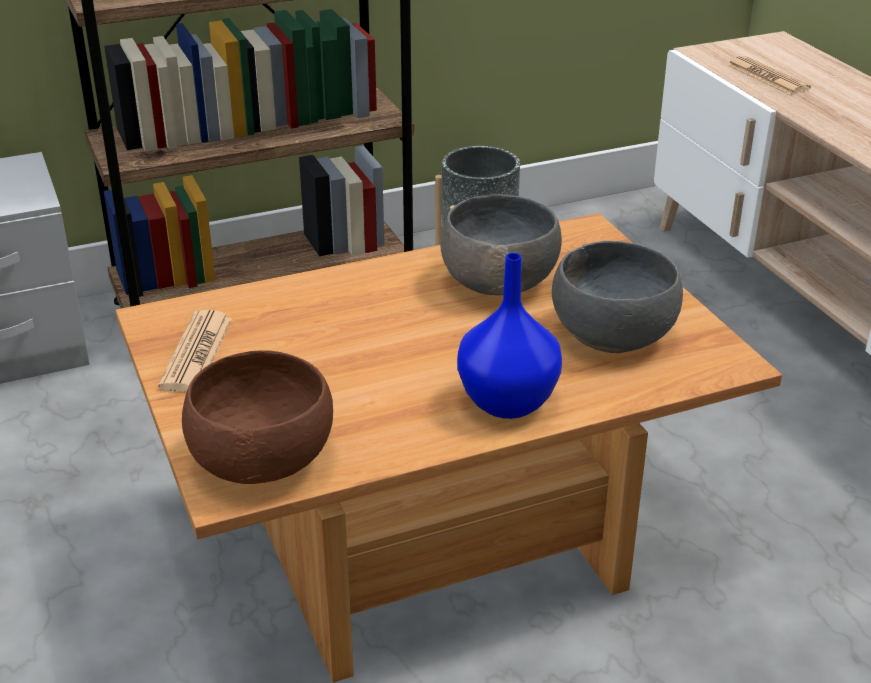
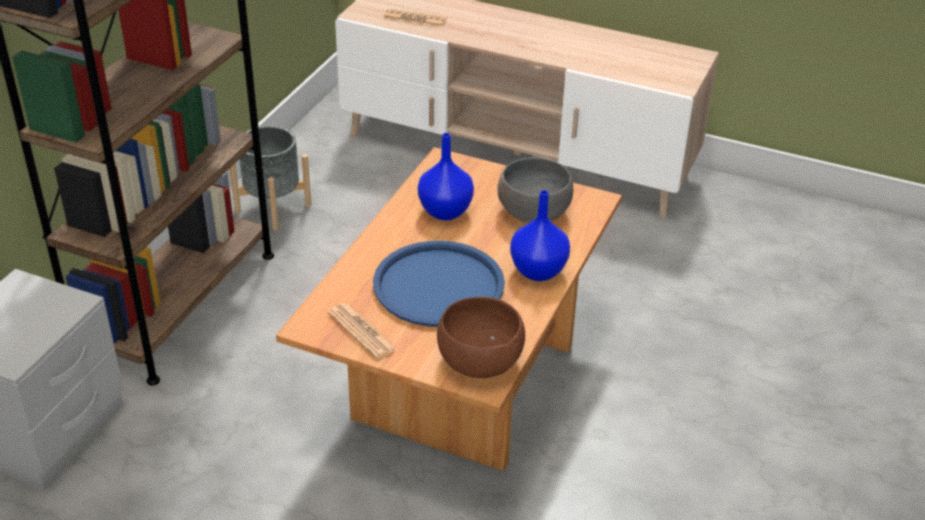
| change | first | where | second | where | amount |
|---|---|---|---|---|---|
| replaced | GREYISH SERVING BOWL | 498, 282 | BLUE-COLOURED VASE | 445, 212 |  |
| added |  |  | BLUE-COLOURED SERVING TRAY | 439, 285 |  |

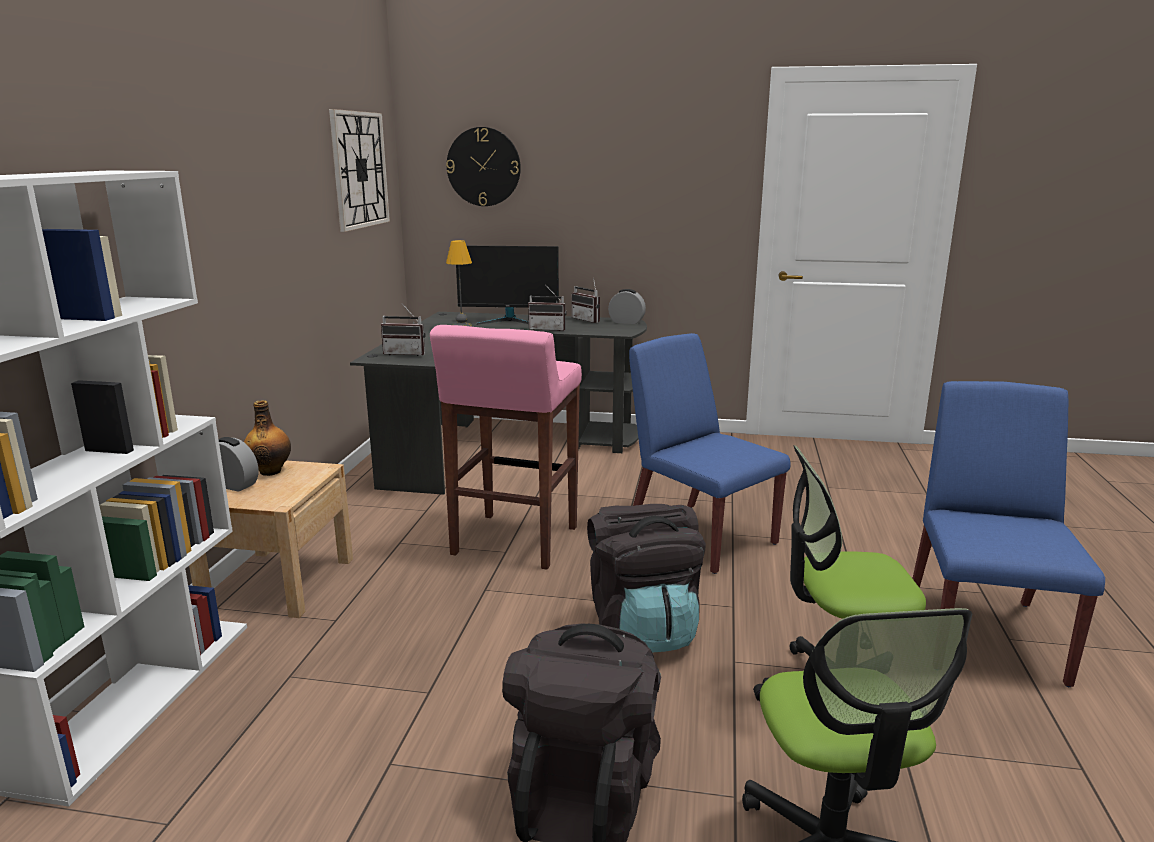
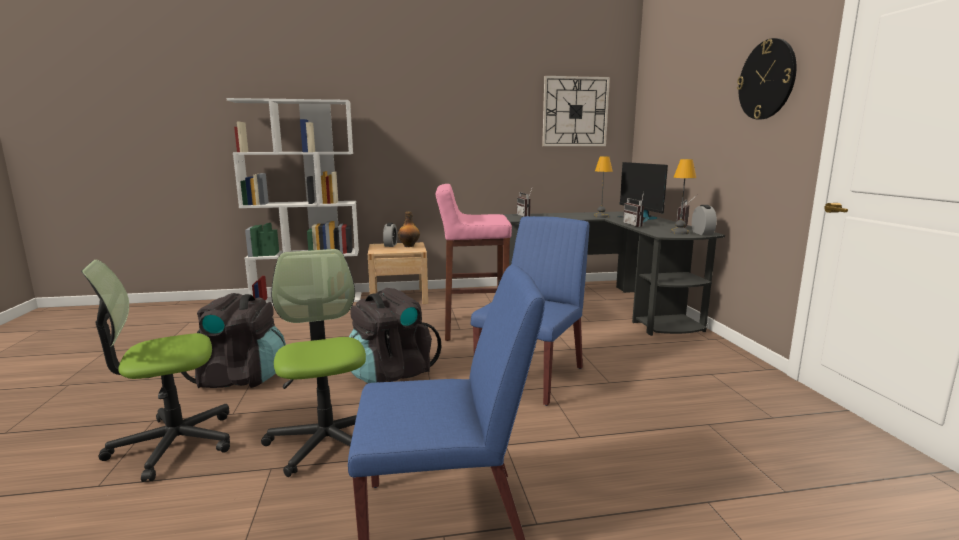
| change | first | where | second | where | amount |
|---|---|---|---|---|---|
| moved | WALL CLOCK | 483, 167 |  | 767, 79 |  |
| added |  |  | TABLETOP LAMP | 678, 232 |  |

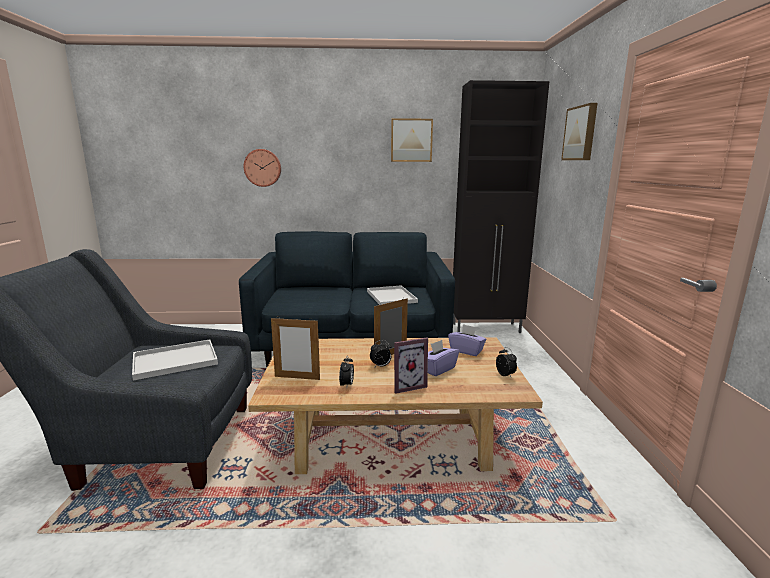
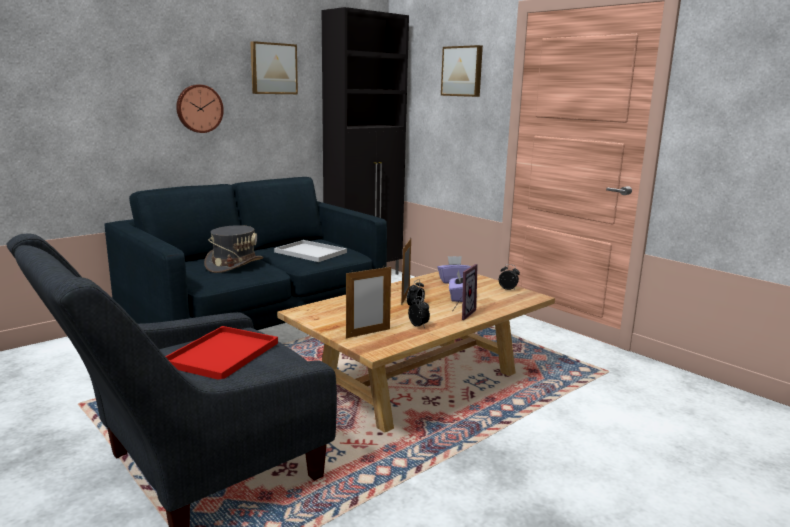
| change | first | where | second | where | amount |
|---|---|---|---|---|---|
| moved | WALL CLOCK | 263, 168 |  | 199, 108 |  |
| recoloured | WHITE SERVING TRAY | 177, 360 | RED-COLOURED SERVING TRAY | 222, 353 |  |
| added |  |  | GREYISH CLOTHING HAT | 234, 265 |  |

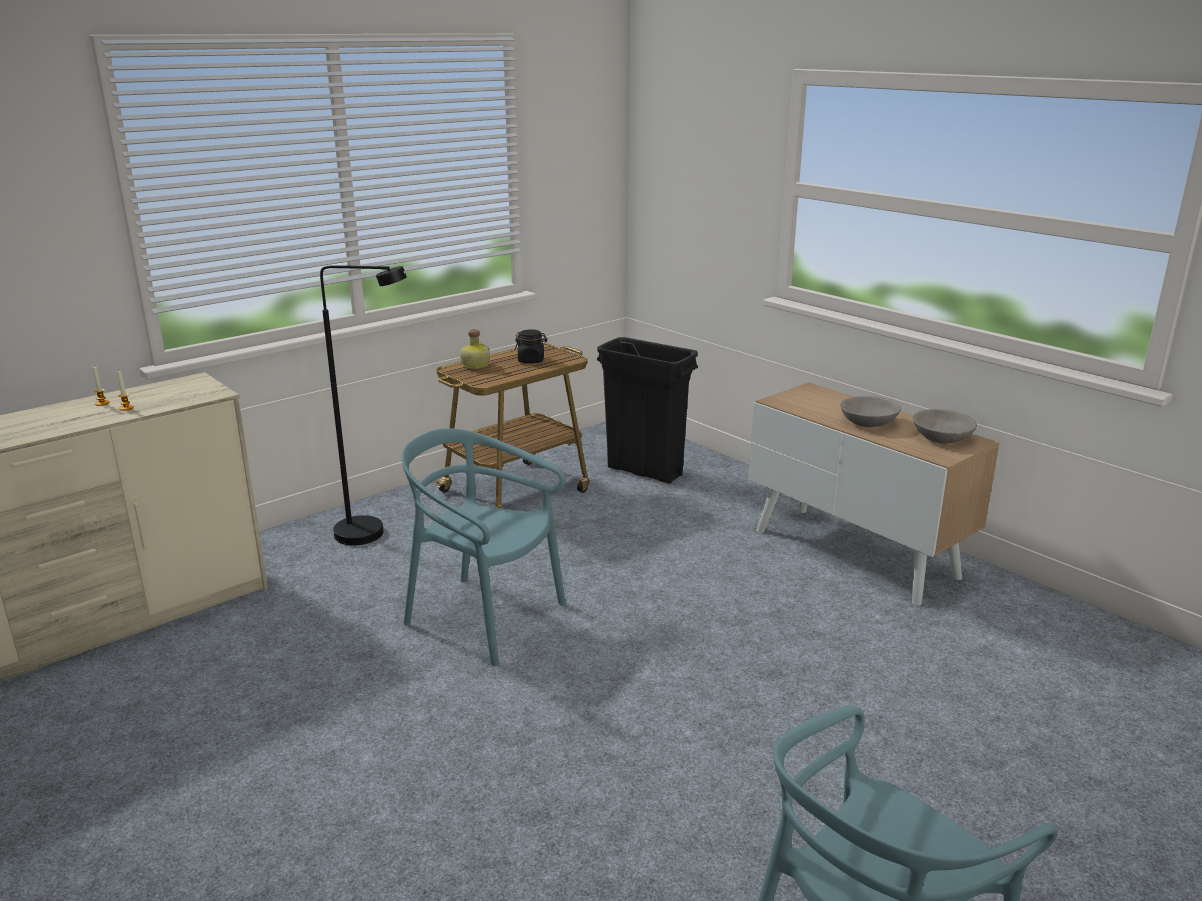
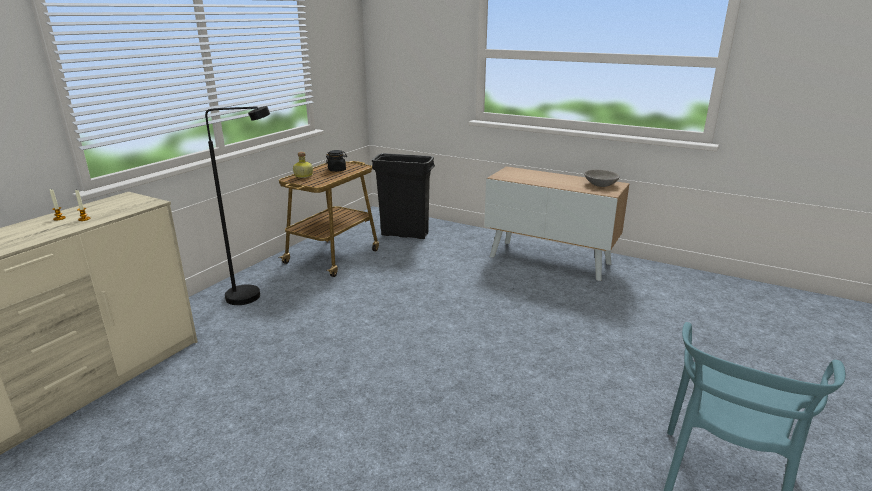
| change | first | where | second | where | amount |
|---|---|---|---|---|---|
| removed | GREYISH SERVING BOWL | 868, 422 |  |  |  |
| removed | TURQUOISE-COLOURED UPRIGHT CHAIR | 484, 618 |  |  |  |

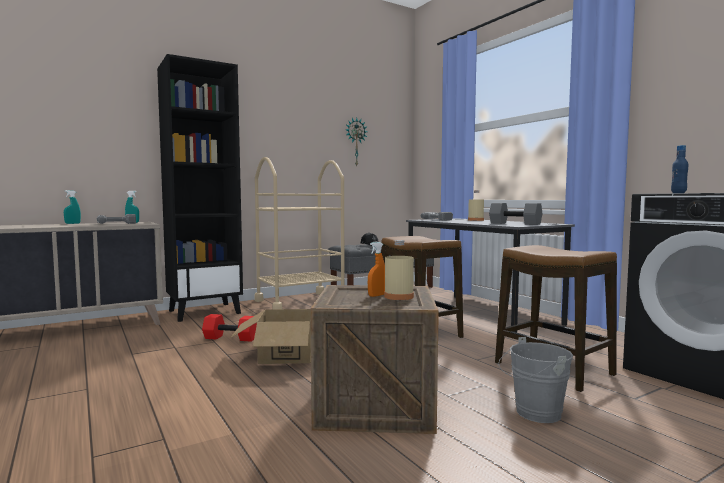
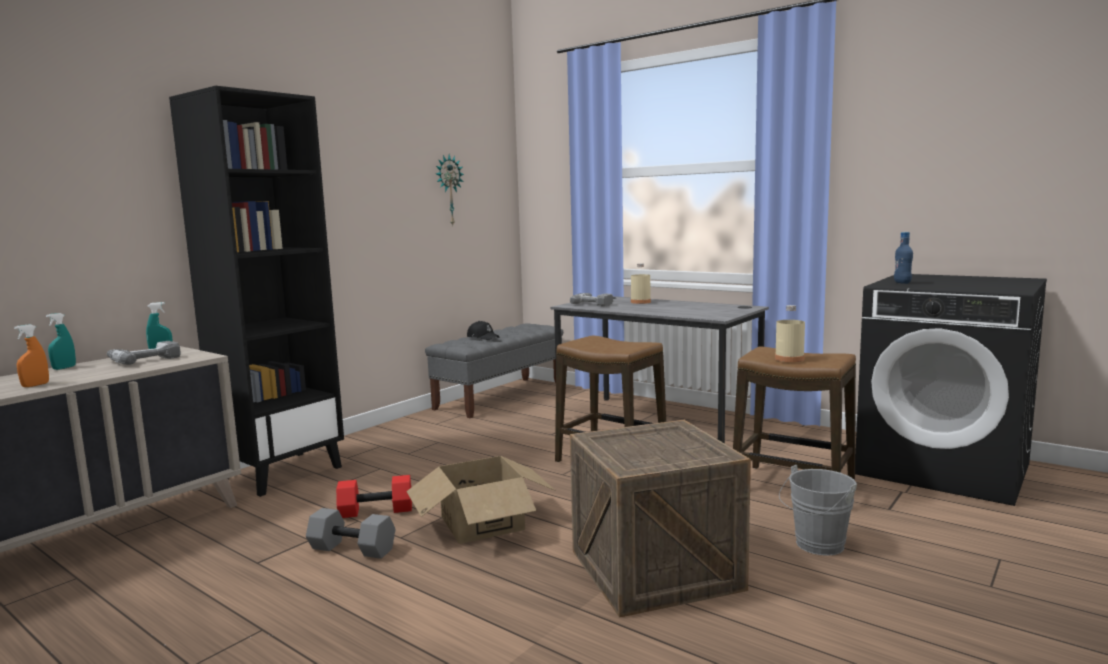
| change | first | where | second | where | amount |
|---|---|---|---|---|---|
| removed | BEIGE-COLOURED WHEELED CART | 300, 302 |  |  |  |
| moved | GREYISH FREE WEIGHT | 514, 224 |  | 350, 549 |  |
| moved | BEIGE-COLOURED DRINK BOTTLE | 399, 296 |  | 789, 359 |  |
| moved | ORANGEY HAND SPRAYER | 376, 295 |  | 35, 385 |  |

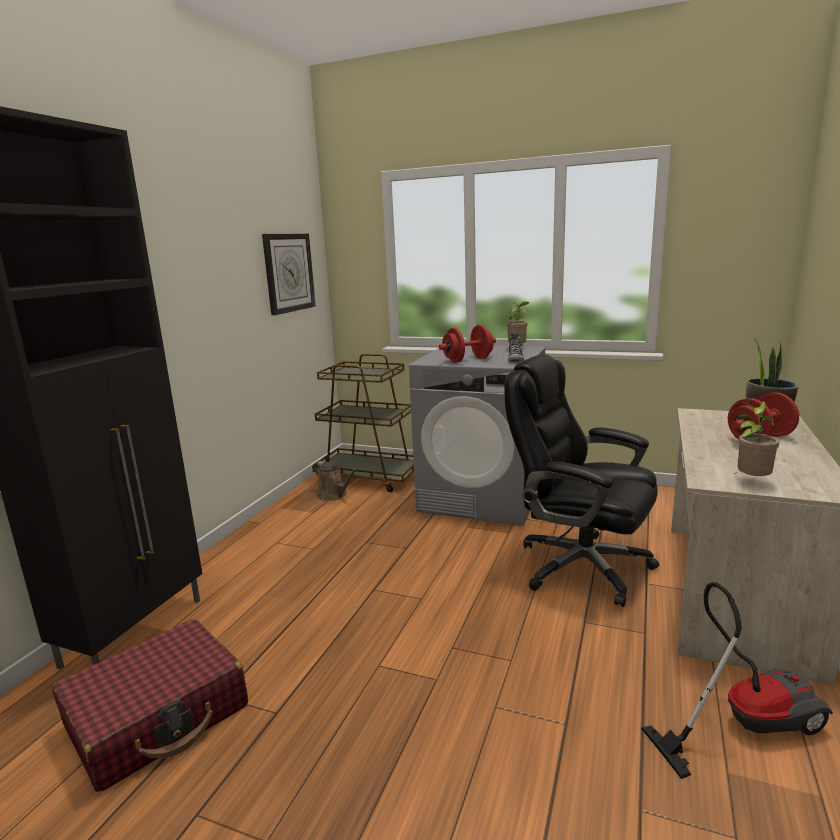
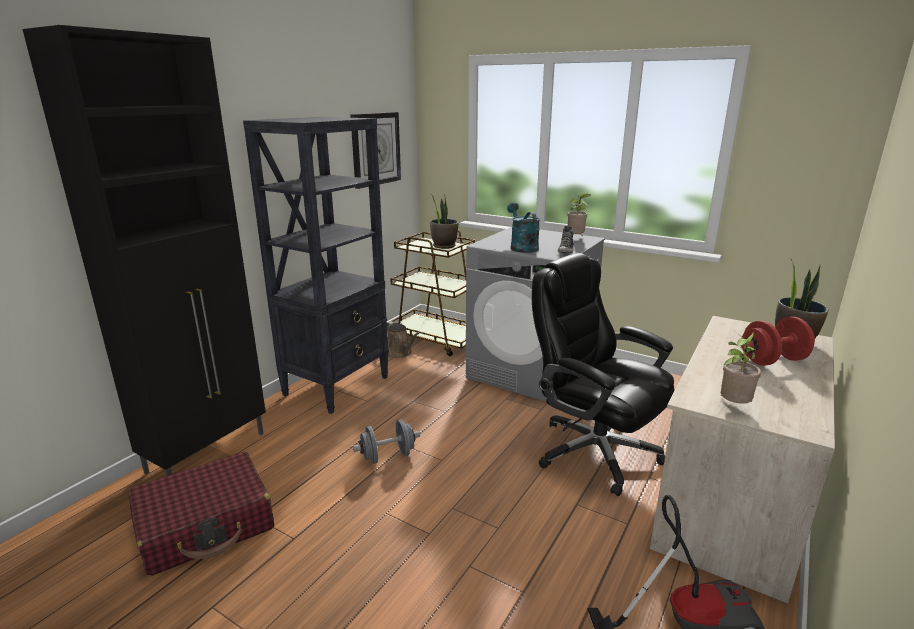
| change | first | where | second | where | amount |
|---|---|---|---|---|---|
| replaced | RED-COLOURED FREE WEIGHT | 468, 360 | TURQUOISE-COLOURED WATERING POT | 522, 247 |  |
| added |  |  | BLACKISH BOOKSHELF | 337, 385 |  |
| added |  |  | PLANT IN A POT | 444, 246 |  |
| added |  |  | GREYISH FREE WEIGHT | 388, 456 |  |

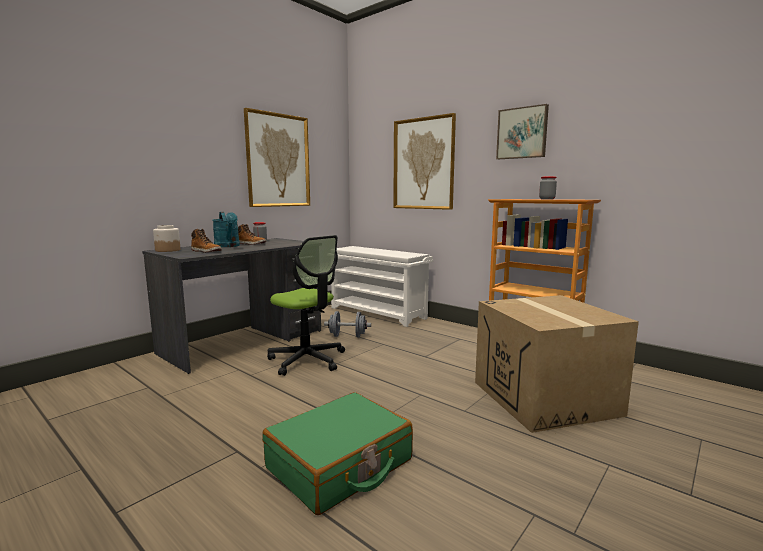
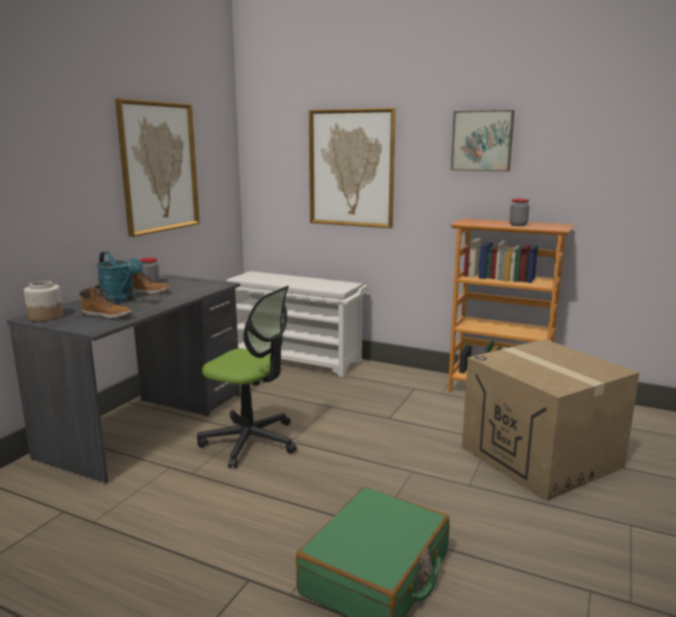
| change | first | where | second | where | amount |
|---|---|---|---|---|---|
| removed | GREYISH FREE WEIGHT | 347, 336 |  |  |  |

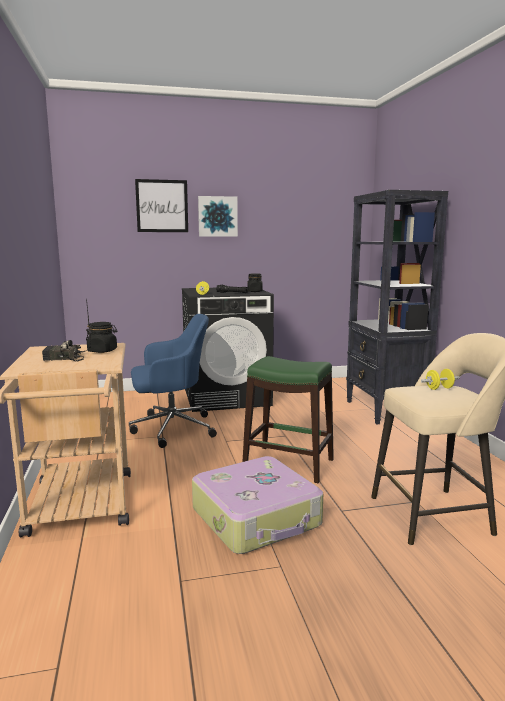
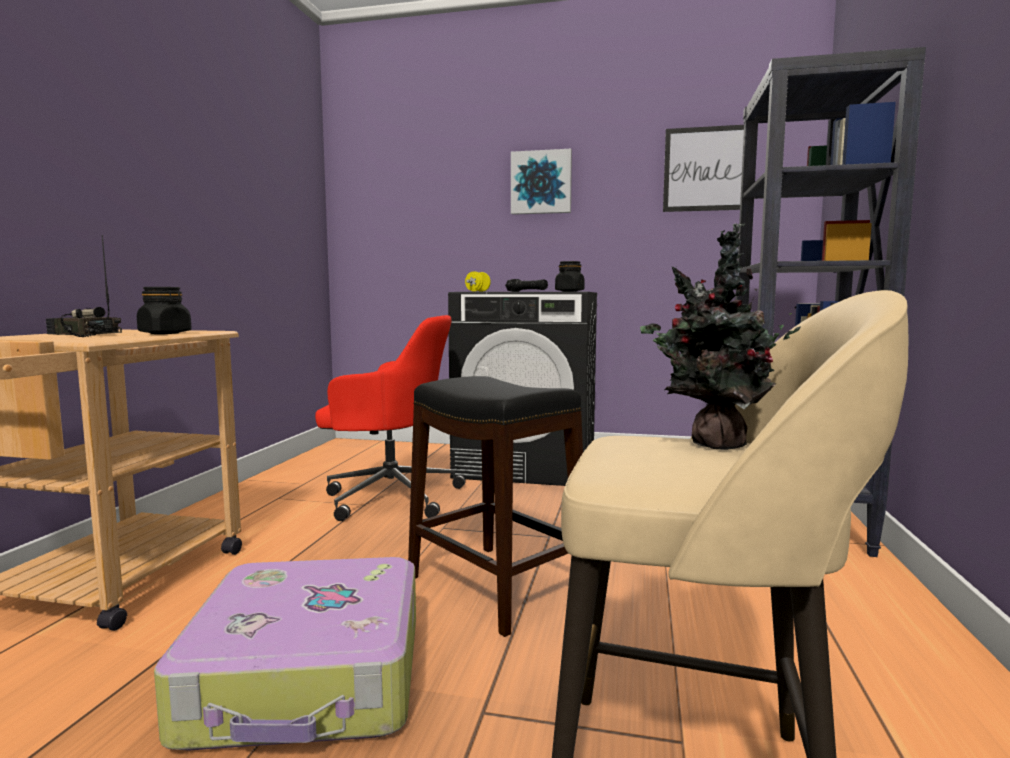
| change | first | where | second | where | amount |
|---|---|---|---|---|---|
| moved | WALL PICTURE | 162, 206 |  | 706, 169 |  |
| recoloured | BLUE-COLOURED COMPUTER CHAIR | 171, 428 | RED-COLOURED COMPUTER CHAIR | 389, 496 |  |
| recoloured | GREENISH STOOL | 288, 464 | BLACKISH STOOL | 494, 587 |  |
| replaced | YELLOWISH FREE WEIGHT | 439, 388 | PLANT IN A POT | 714, 445 |  |

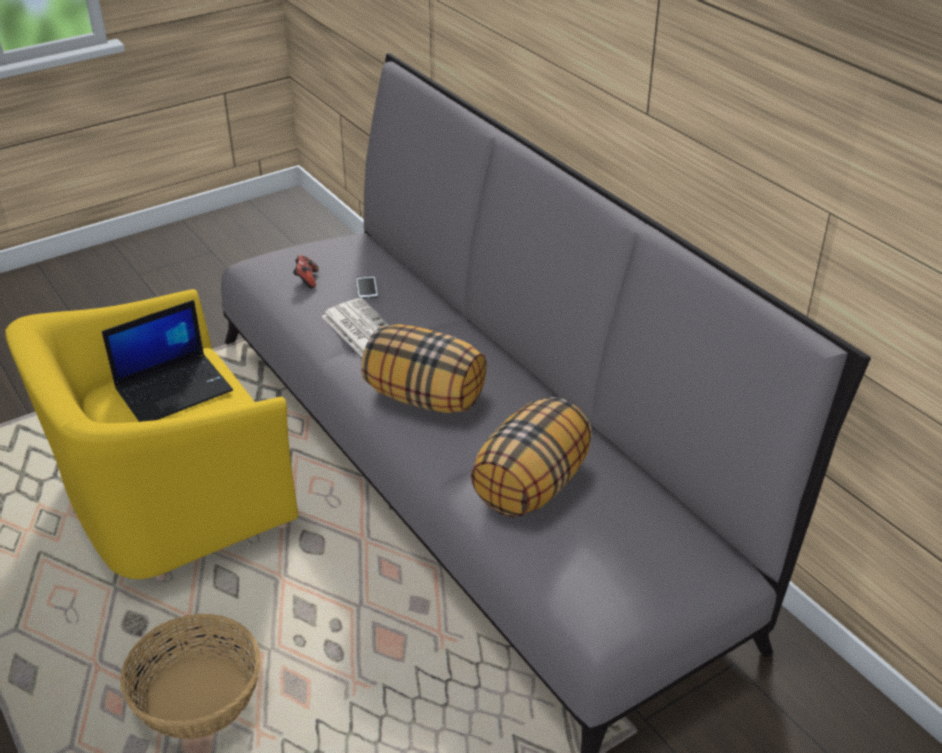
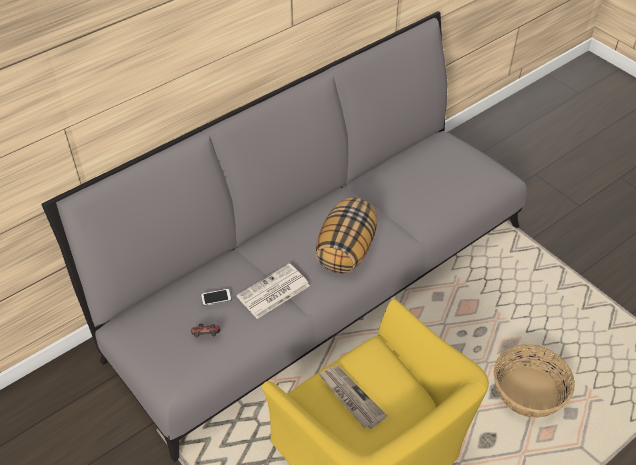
| change | first | where | second | where | amount |
|---|---|---|---|---|---|
| replaced | LAPTOP | 174, 388 | DAILY PAPER | 350, 398 |  |
| removed | CUSHION | 531, 486 |  |  |  |

